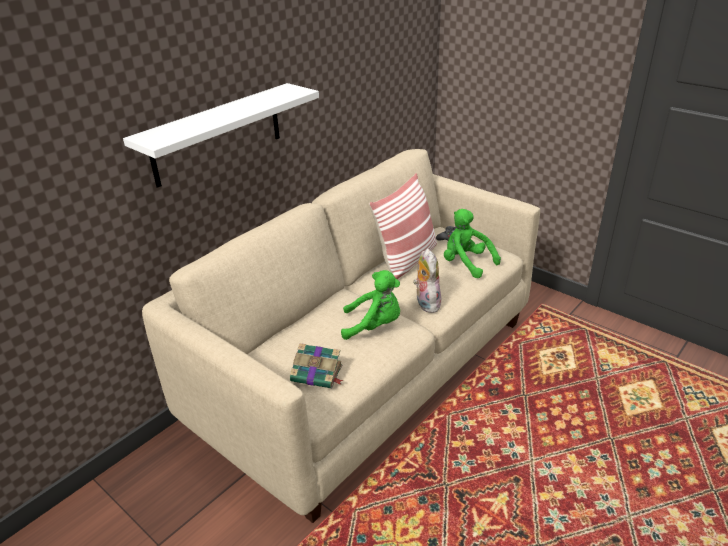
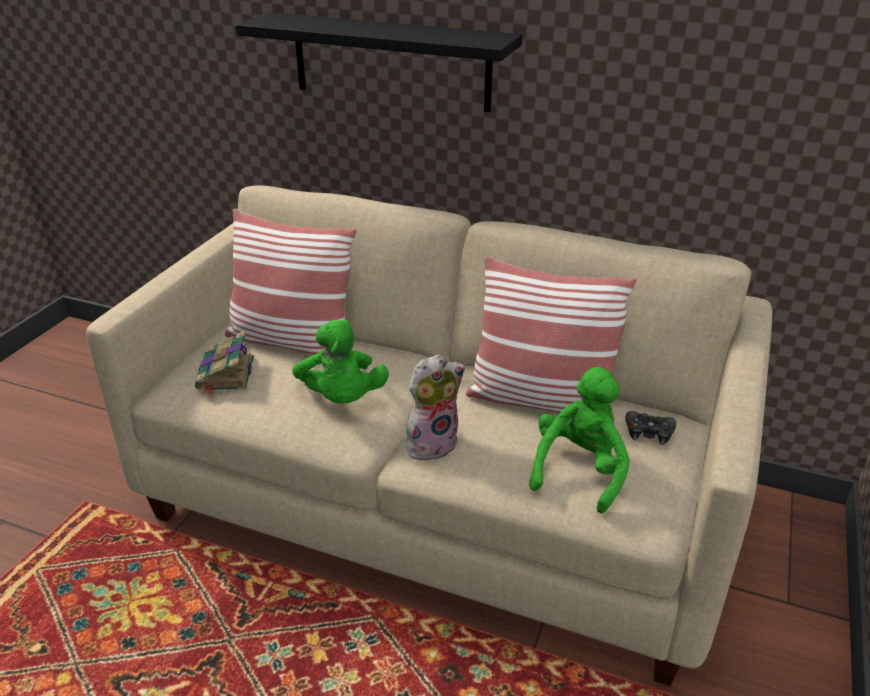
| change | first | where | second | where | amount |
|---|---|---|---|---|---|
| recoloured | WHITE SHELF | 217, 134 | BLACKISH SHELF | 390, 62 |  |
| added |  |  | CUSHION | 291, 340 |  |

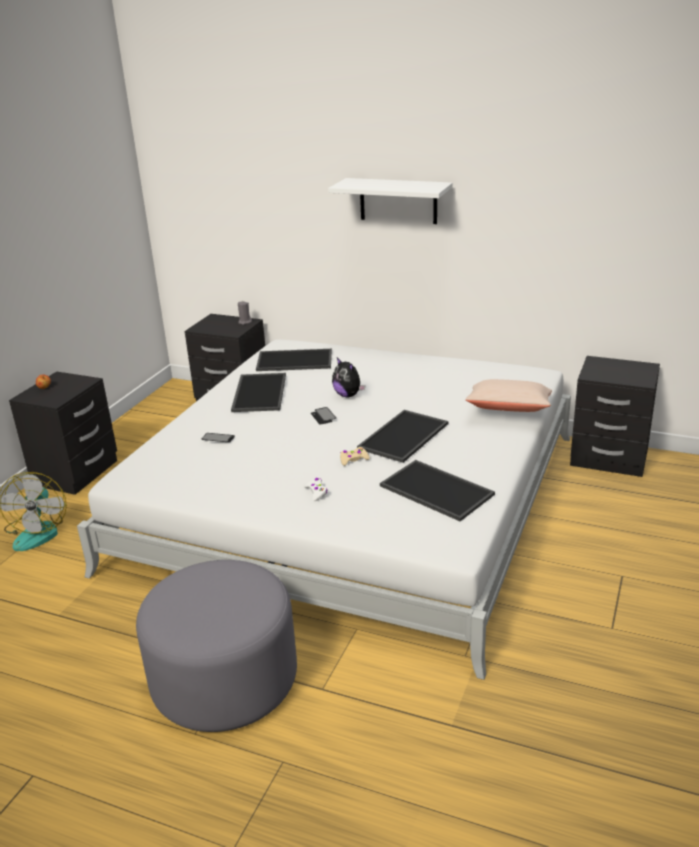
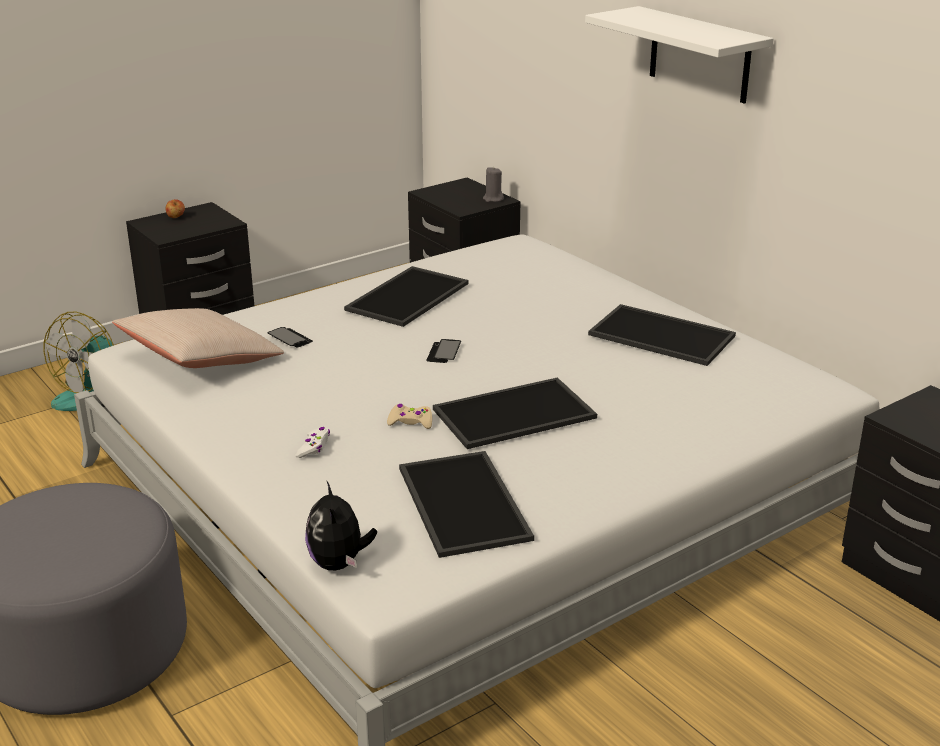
| change | first | where | second | where | amount |
|---|---|---|---|---|---|
| moved | SERVING TRAY | 293, 361 |  | 659, 336 |  |
| moved | CUDDLY TOY | 348, 395 |  | 339, 563 |  |
| moved | BEIGE-COLOURED CUSHION | 509, 410 |  | 201, 360 |  |

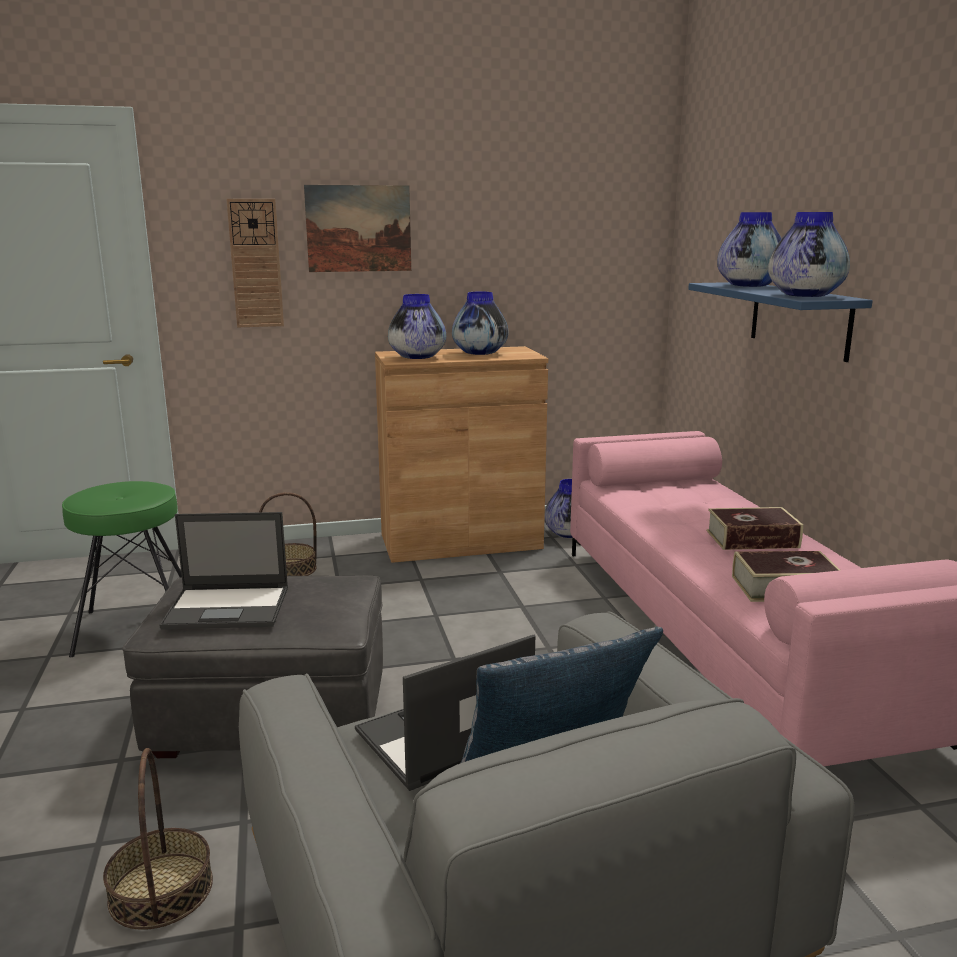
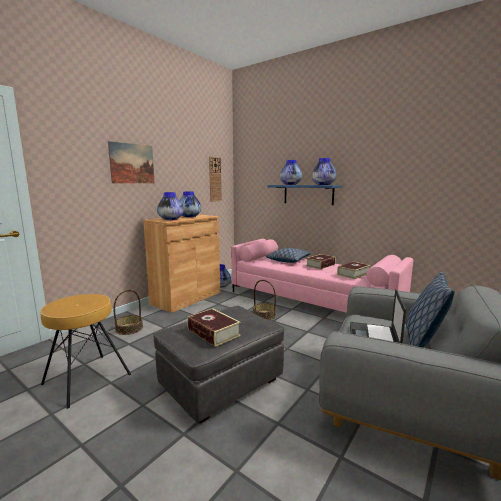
| change | first | where | second | where | amount |
|---|---|---|---|---|---|
| moved | WALL CLOCK | 256, 263 |  | 215, 179 |  |
| recoloured | GREENISH STOOL | 137, 627 | BROWN STOOL | 86, 379 |  |
| replaced | LAPTOP | 229, 608 | BOOK | 213, 332 |  |
| moved | BASKET | 160, 890 |  | 264, 315 |  |
| added |  |  | CUSHION | 288, 260 |  |

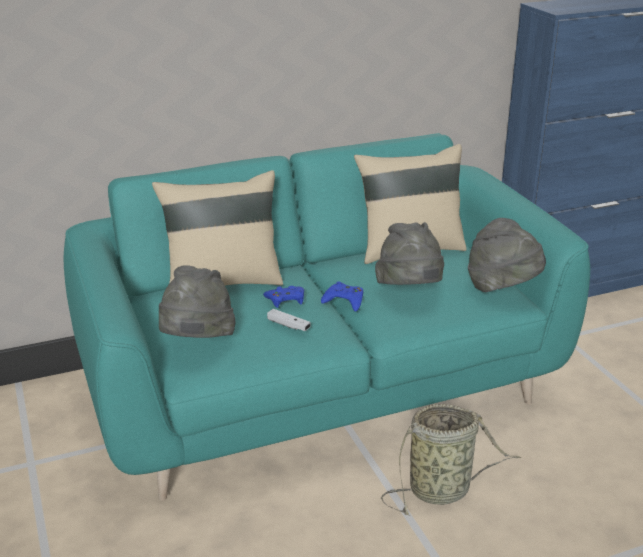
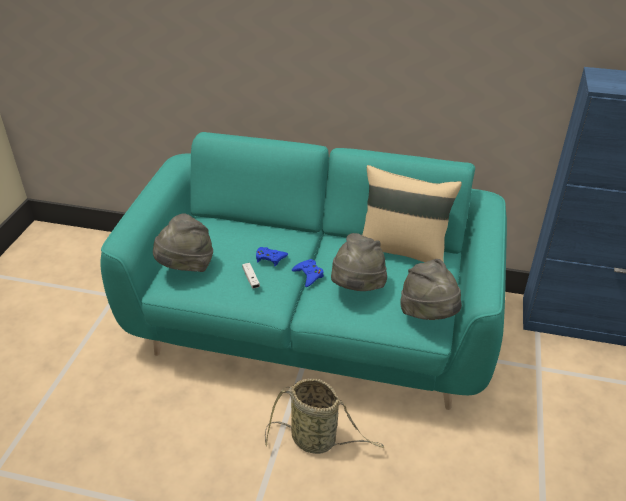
| change | first | where | second | where | amount |
|---|---|---|---|---|---|
| removed | BEIGE-COLOURED CUSHION | 223, 282 |  |  |  |

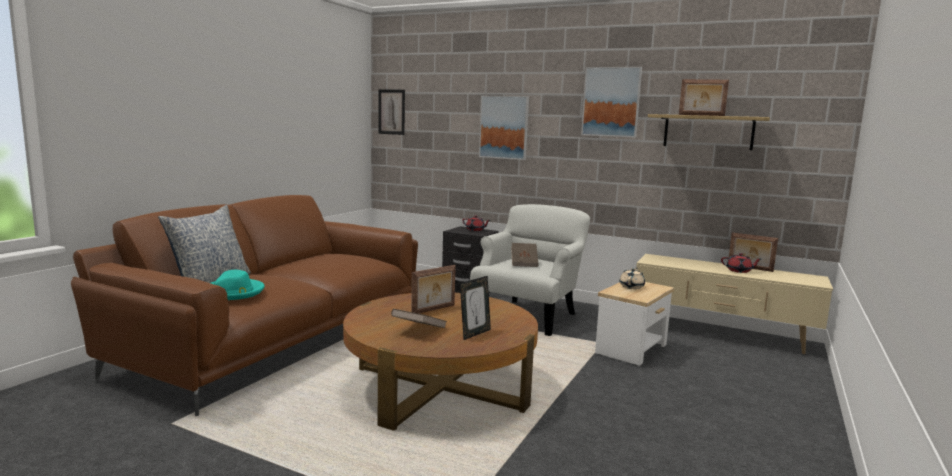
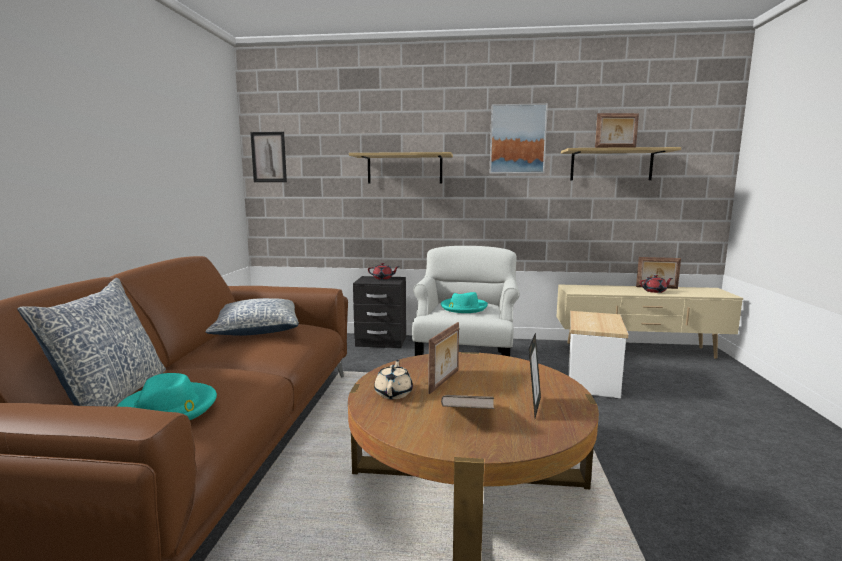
| change | first | where | second | where | amount |
|---|---|---|---|---|---|
| replaced | WALL PICTURE | 504, 127 | SHELF | 404, 169 |  |
| replaced | BROWN BOOK | 524, 263 | TURQUOISE-COLOURED CLOTHING HAT | 463, 307 |  |
| moved | BEIGE-COLOURED POT FOR TEA | 632, 286 |  | 394, 393 |  |
| added |  |  | CUSHION | 256, 330 |  |

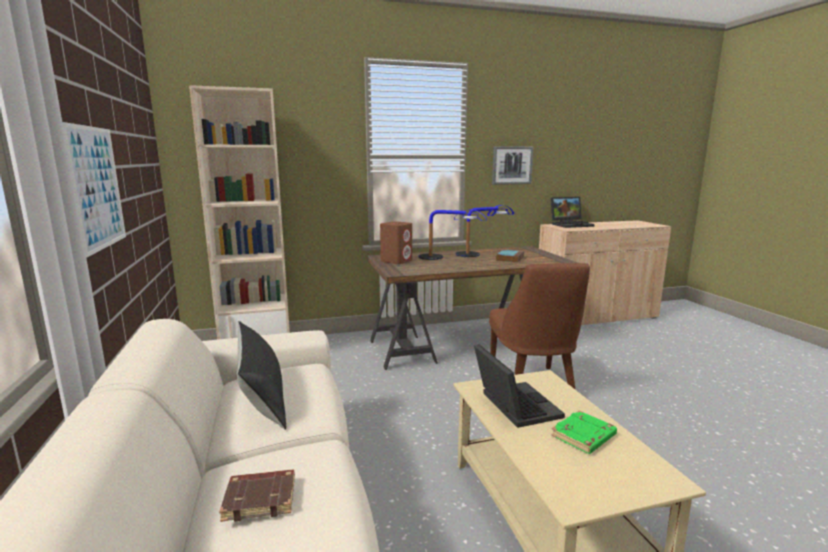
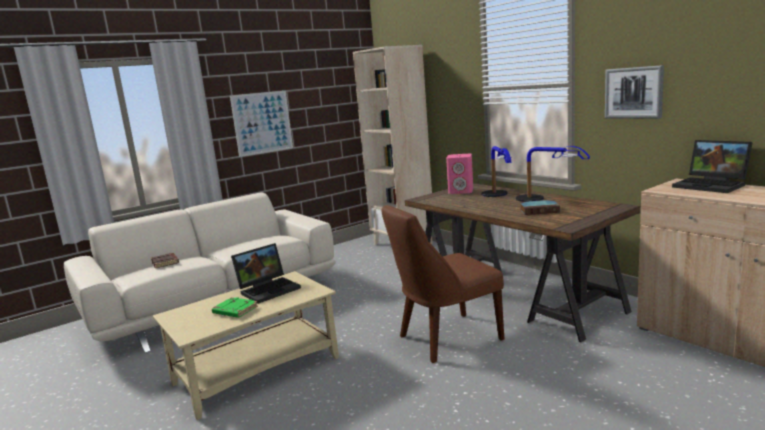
| change | first | where | second | where | amount |
|---|---|---|---|---|---|
| recoloured | BROWN SPEAKER | 396, 261 | PINK-COLOURED SPEAKER | 461, 191 |  |
| removed | BLACKISH CUSHION | 262, 397 |  |  |  |

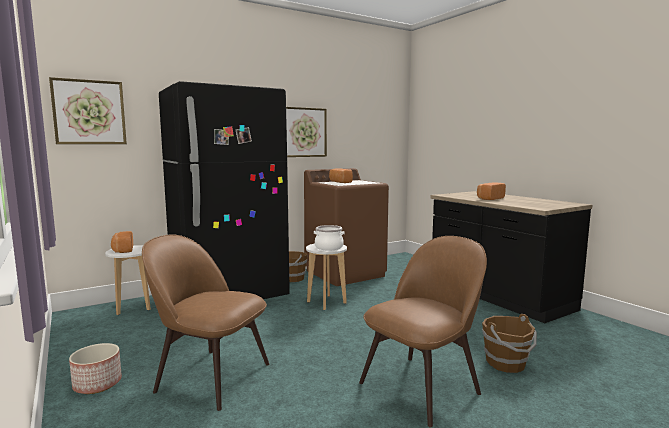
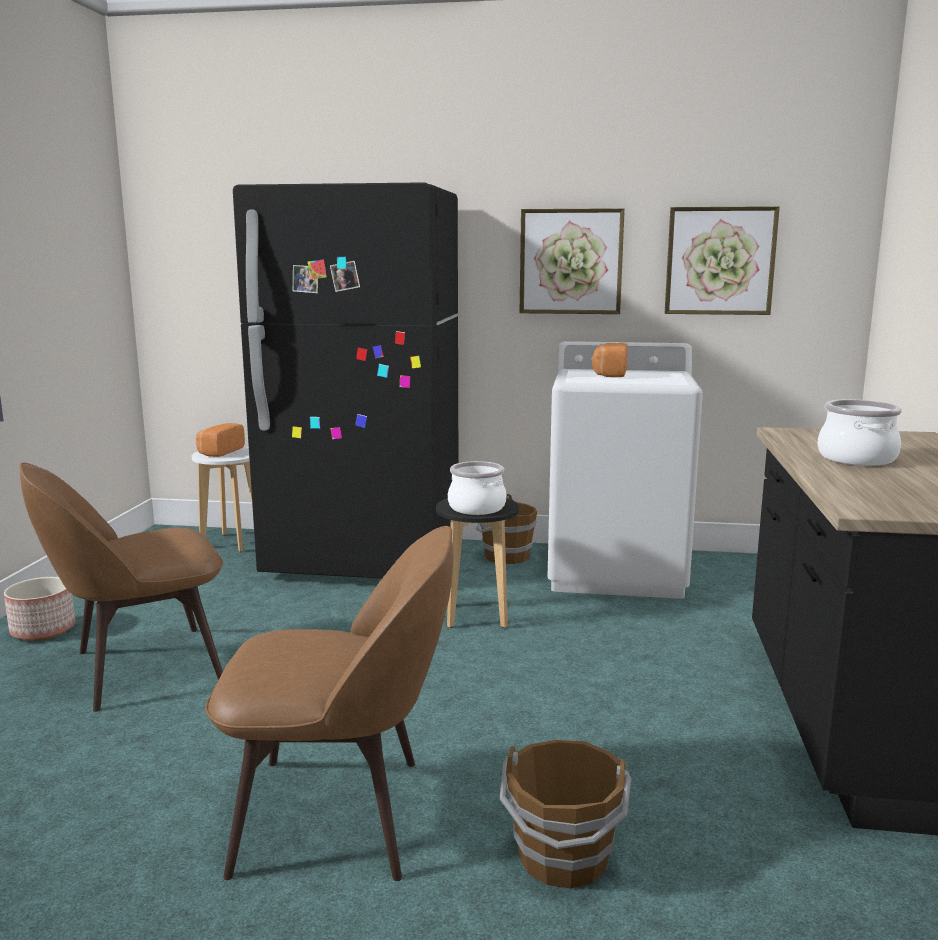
| change | first | where | second | where | amount |
|---|---|---|---|---|---|
| moved | WALL PICTURE | 89, 112 |  | 720, 261 |  |
| recoloured | BROWN LAUNDRY APPLIANCE | 345, 273 | WHITE LAUNDRY APPLIANCE | 617, 571 |  |
| replaced | BAKERY BREAD | 489, 198 | STOCKPOT | 857, 458 |  |
| turned | BROWN UPRIGHT CHAIR | 210, 376 |  | 141, 668 | 90 degrees counterclockwise |
| recoloured | WHITE STOOL | 326, 302 | BLACKISH STOOL | 477, 616 |  |

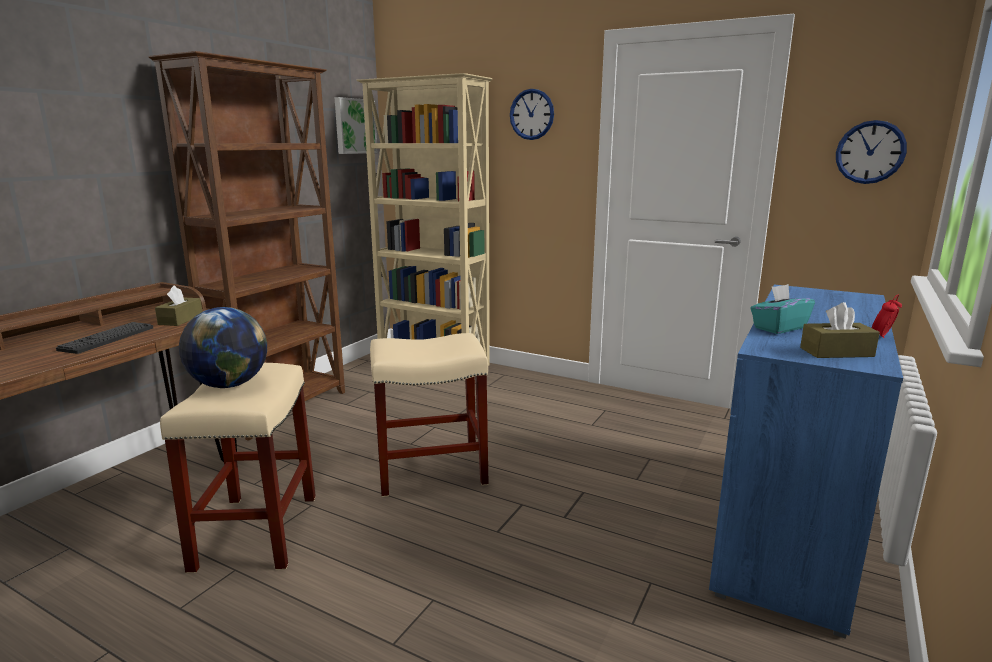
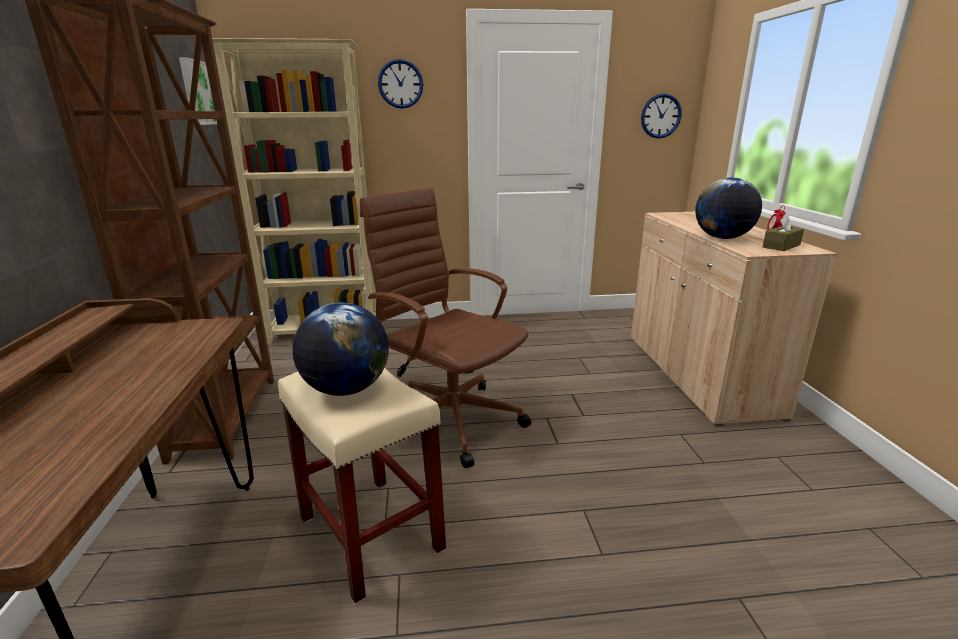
| change | first | where | second | where | amount |
|---|---|---|---|---|---|
| recoloured | BLUE-COLOURED CUPBOARD | 787, 530 | BEIGE-COLOURED CUPBOARD | 698, 374 |  |
| replaced | TURQUOISE-COLOURED TISSUE HOLDER | 778, 328 | WORLD GLOBE | 722, 238 |  |
| removed | BROWN TISSUE HOLDER | 181, 319 |  |  |  |
| removed | PC KEYBOARD | 107, 338 |  |  |  |
| replaced | BEIGE-COLOURED STOOL | 432, 470 | BROWN COMPUTER CHAIR | 450, 419 |  |

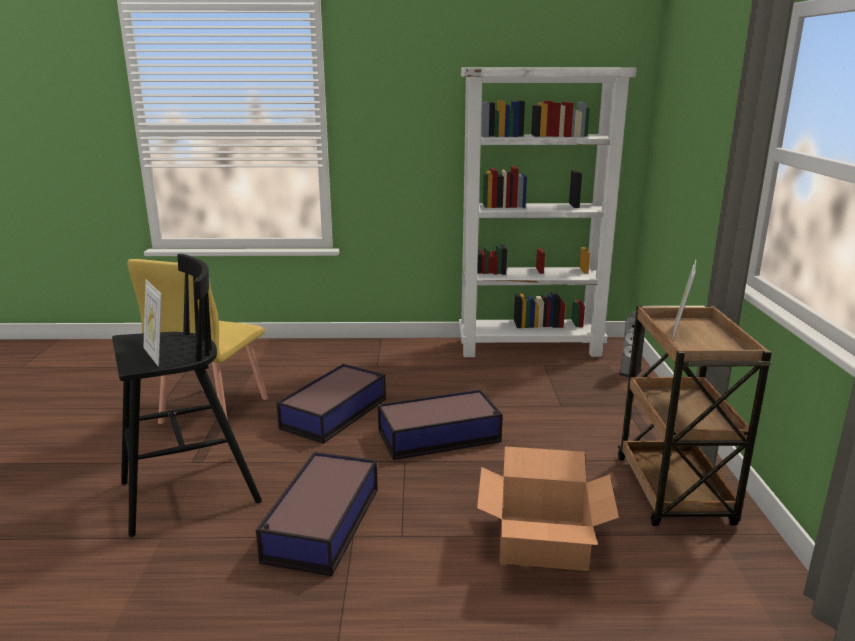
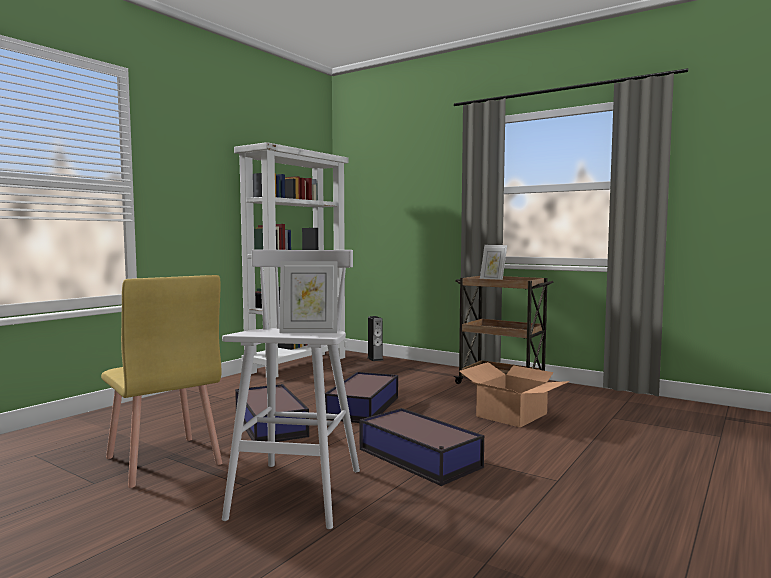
| change | first | where | second | where | amount |
|---|---|---|---|---|---|
| recoloured | BLACKISH STOOL | 186, 493 | WHITE STOOL | 296, 495 |  |

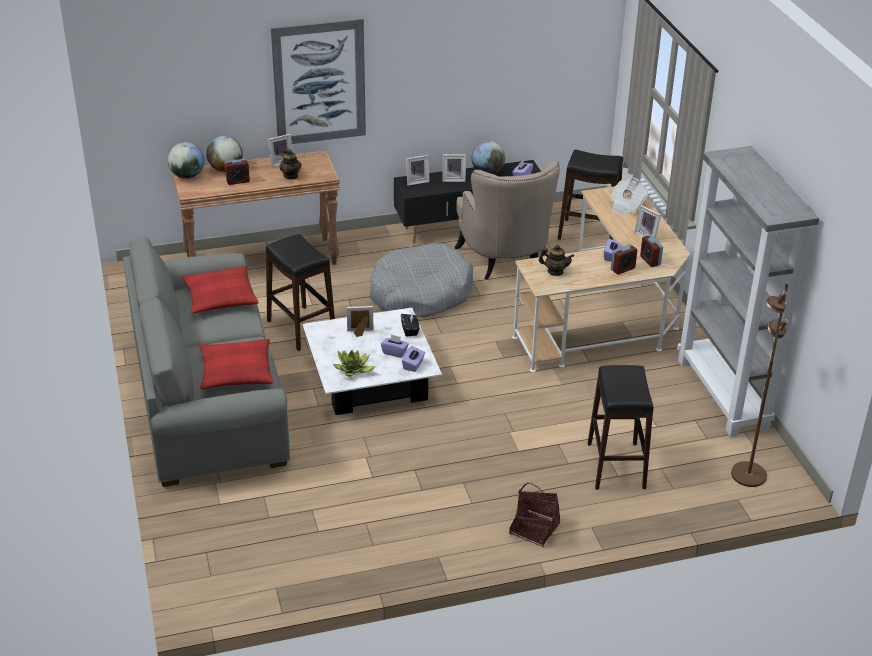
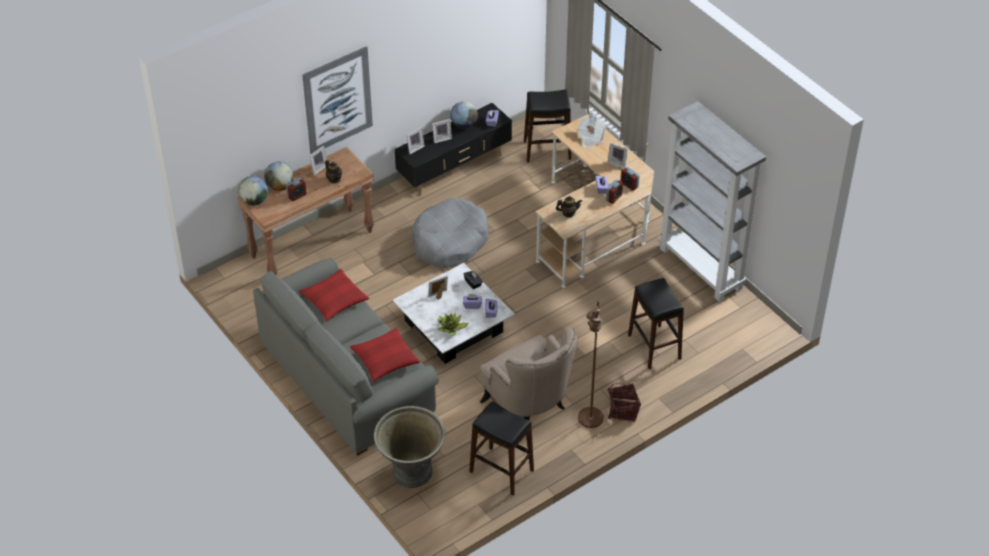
| change | first | where | second | where | amount |
|---|---|---|---|---|---|
| moved | BEIGE-COLOURED ARMCHAIR | 505, 261 |  | 530, 405 |  |
| moved | BLACKISH STOOL | 301, 328 |  | 501, 471 |  |
| moved | BROWN STANDARD LAMP | 747, 475 |  | 590, 418 |  |
| added |  |  | GREYISH FLOWER POT | 411, 472 |  |

